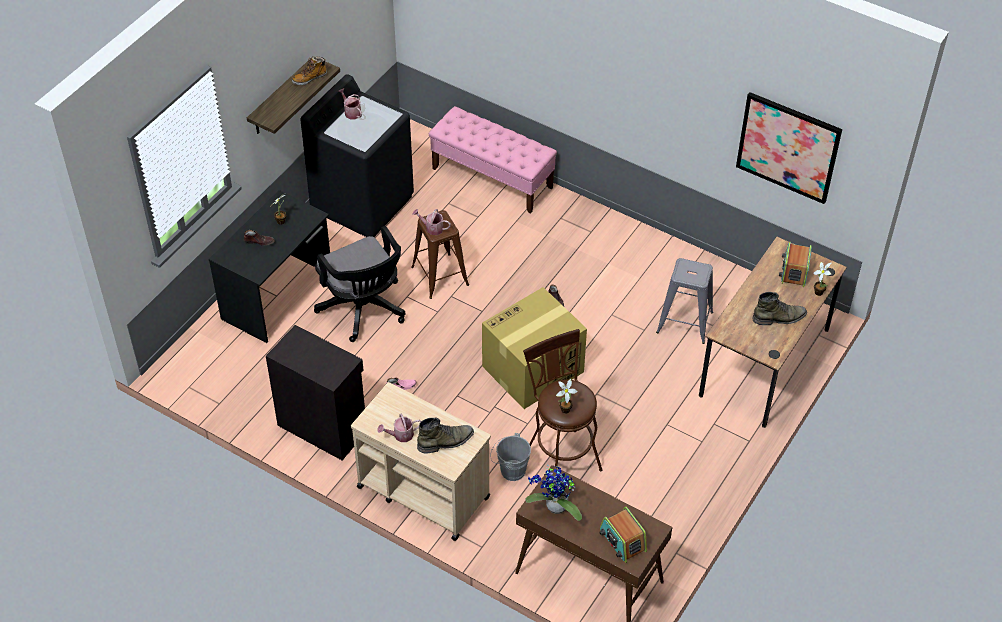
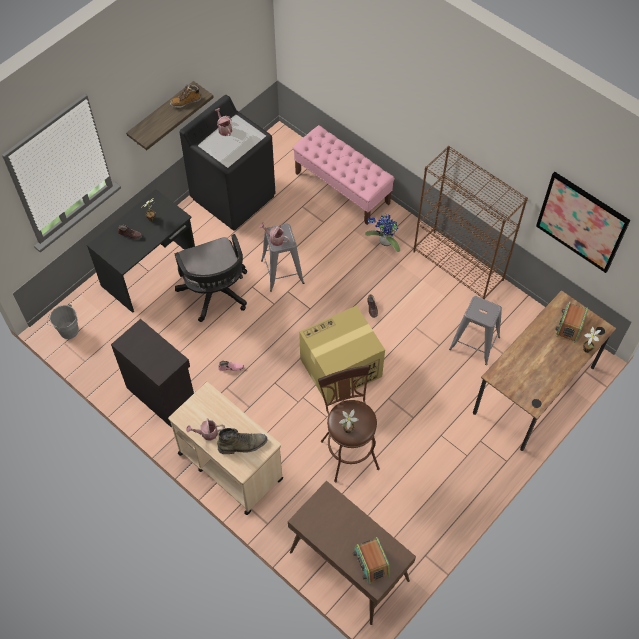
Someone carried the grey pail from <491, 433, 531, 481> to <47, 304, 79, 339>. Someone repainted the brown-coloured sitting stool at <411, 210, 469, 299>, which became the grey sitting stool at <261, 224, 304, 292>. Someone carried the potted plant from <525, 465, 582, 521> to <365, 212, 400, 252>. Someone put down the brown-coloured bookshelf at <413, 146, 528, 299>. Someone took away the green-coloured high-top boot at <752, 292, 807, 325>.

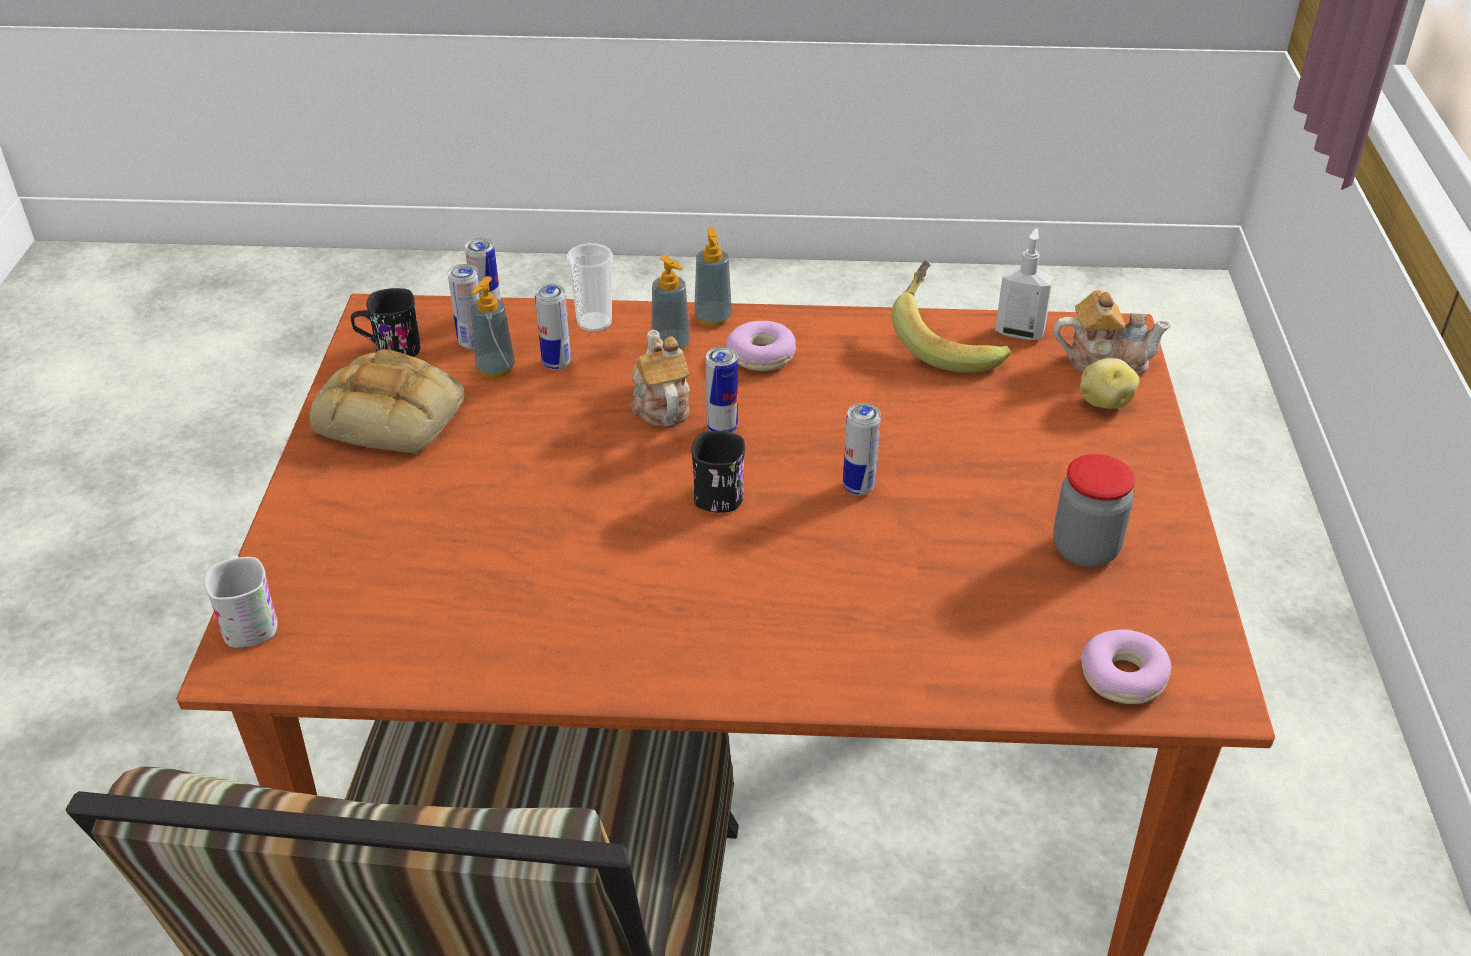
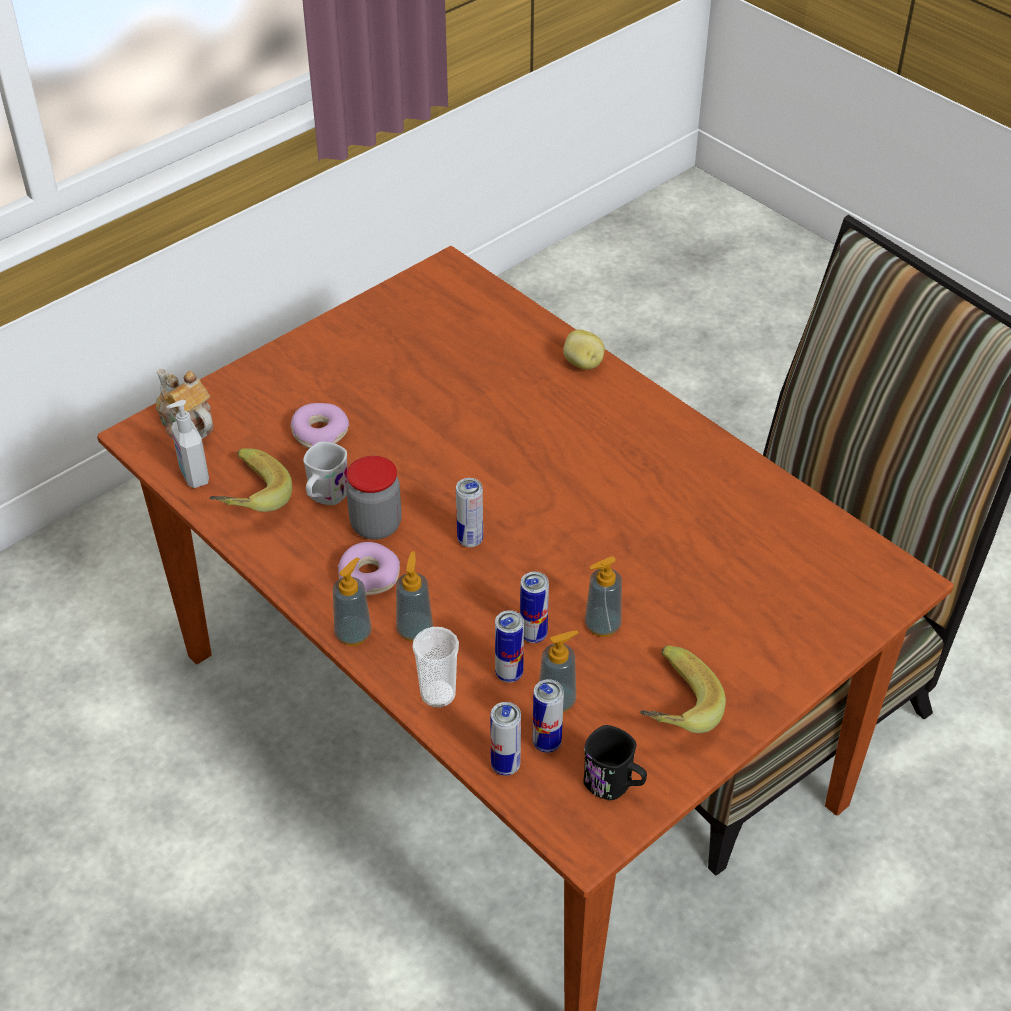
Someone carried the ring doughnut from <1080, 629, 1171, 704> to <290, 403, 349, 448>. Someone carried the white-coloured coffee mug from <204, 556, 277, 647> to <303, 442, 348, 505>. Someone carried the jar from <1053, 454, 1135, 567> to <346, 456, 402, 539>. Someone carried the metal can from <843, 403, 881, 495> to <520, 572, 549, 643>. Someone carried the whole potato from <1080, 358, 1139, 409> to <563, 330, 605, 370>. Someone put down the soap dispenser at <585, 556, 622, 637>. Someone swapped the bread at <309, 349, 465, 454> for the banana at <640, 646, 726, 733>. Someone took away the tea pot at <631, 329, 690, 426>. Someone took away the black coffee mug at <691, 430, 745, 513>.

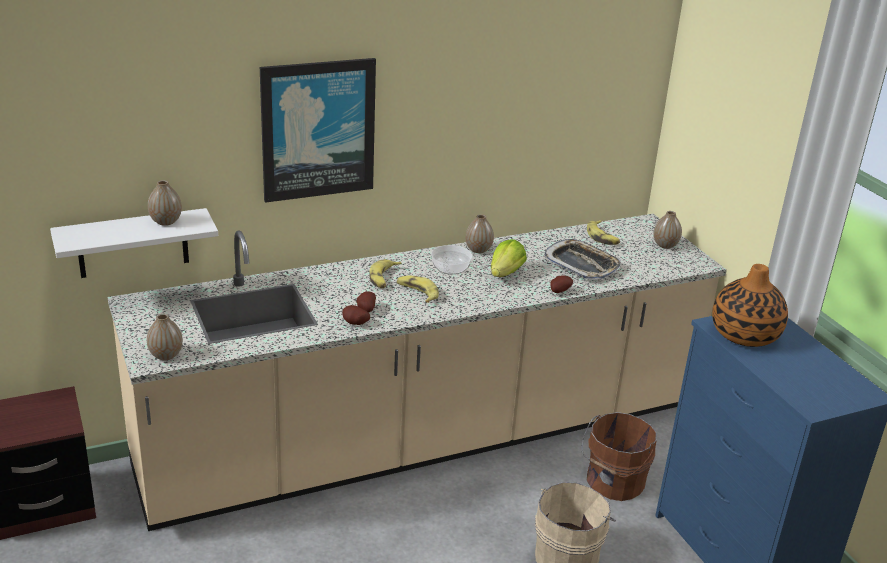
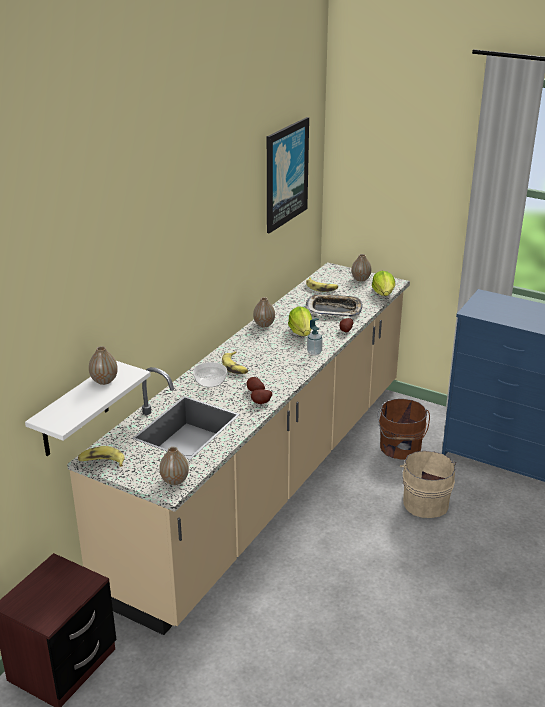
Someone carried the banana from <397, 276, 439, 303> to <78, 446, 125, 467>. Someone carried the serving bowl from <431, 245, 472, 274> to <193, 362, 227, 387>. Someone carried the wall art from <260, 58, 376, 203> to <267, 117, 309, 233>. Someone put down the soap dispenser at <307, 318, 323, 356>. Someone put down the head of lettuce at <372, 271, 395, 296>. Someone took away the flower vase at <712, 264, 788, 347>.

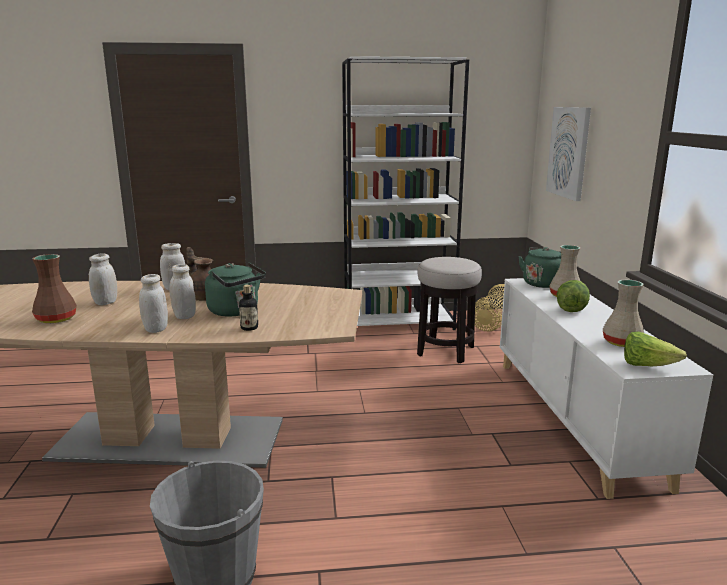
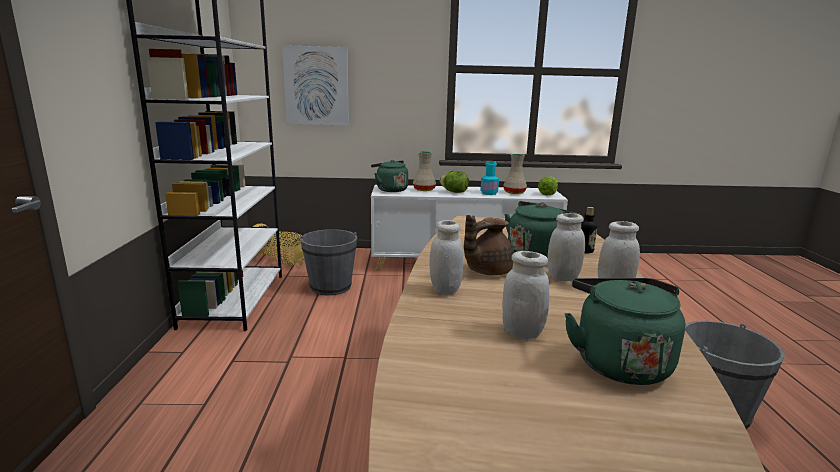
Someone swapped the sitting stool at <417, 257, 482, 363> for the grey pail at <300, 229, 357, 295>. Someone put down the turquoise-coloured drink bottle at <480, 161, 499, 195>. Someone swapped the brown-coloured flower vase at <32, 254, 77, 323> for the green-coloured water kettle at <565, 278, 685, 385>.

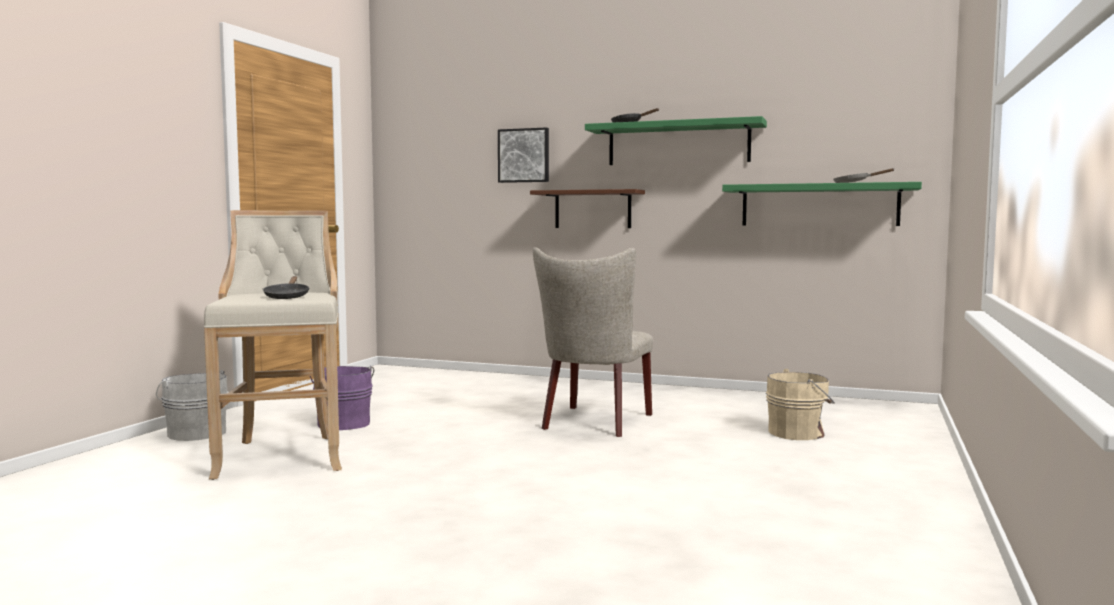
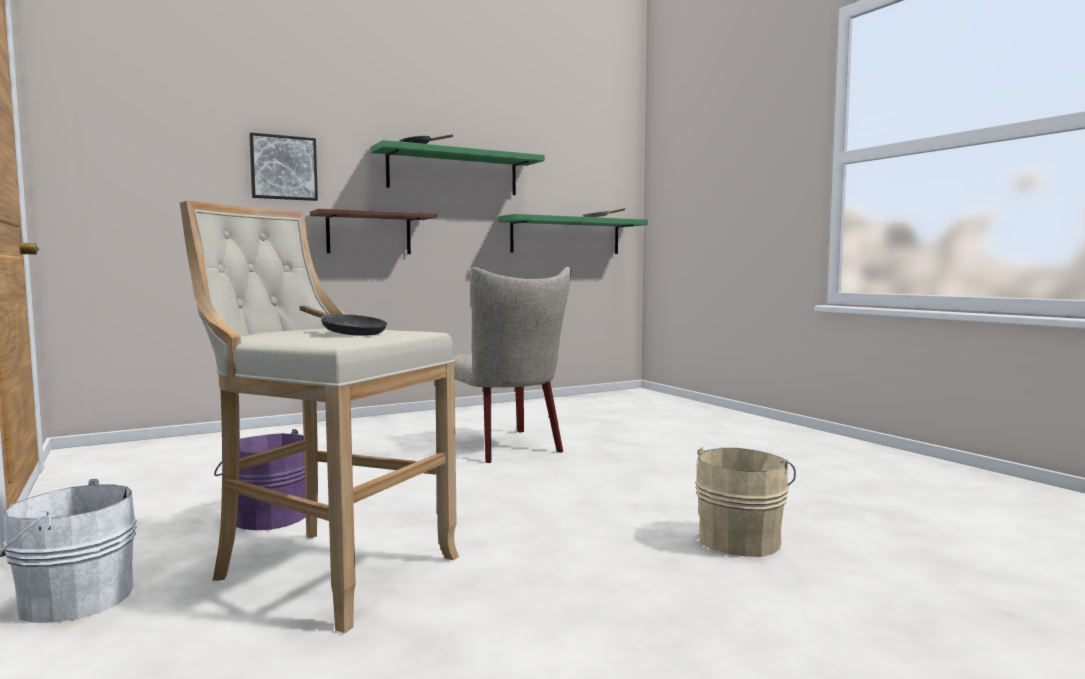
Someone carried the sand-coloured pail from <766, 369, 835, 440> to <695, 448, 796, 557>.

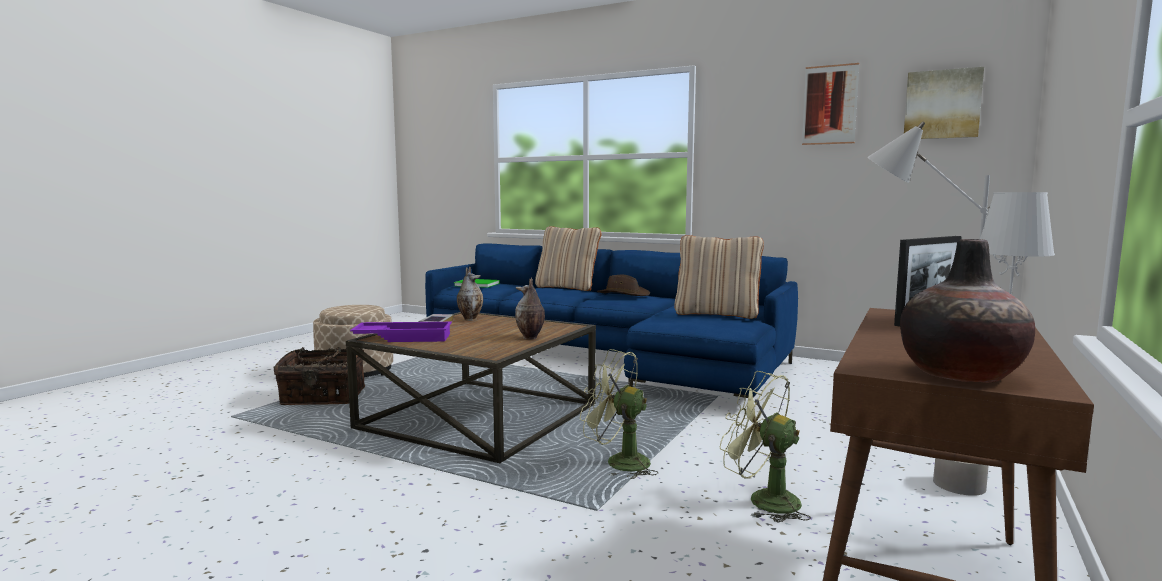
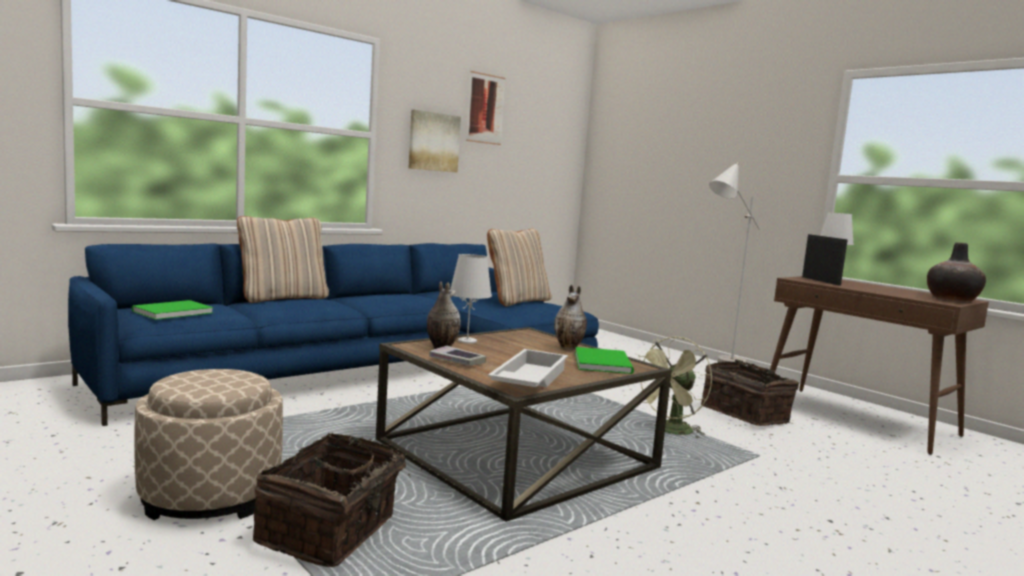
Someone carried the wall art from <904, 67, 984, 139> to <408, 110, 461, 172>. Someone put down the white-coloured lamp for a table at <450, 254, 492, 343>. Someone repainted the purple-coloured serving tray at <350, 322, 452, 342>, which became the white-coloured serving tray at <488, 349, 568, 387>. Someone put down the green-coloured volume at <575, 347, 634, 374>. Someone swapped the green-coloured electric fan at <720, 371, 811, 522> for the household basket at <701, 359, 799, 426>. Someone took away the brown-coloured wearable hat at <597, 275, 650, 296>.

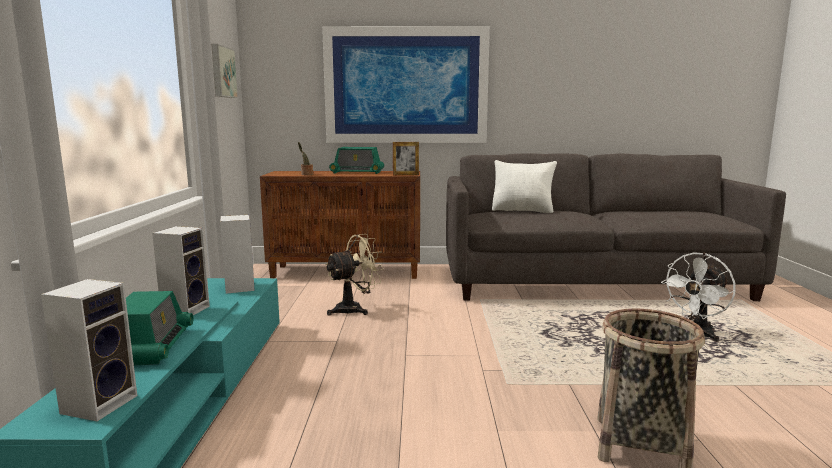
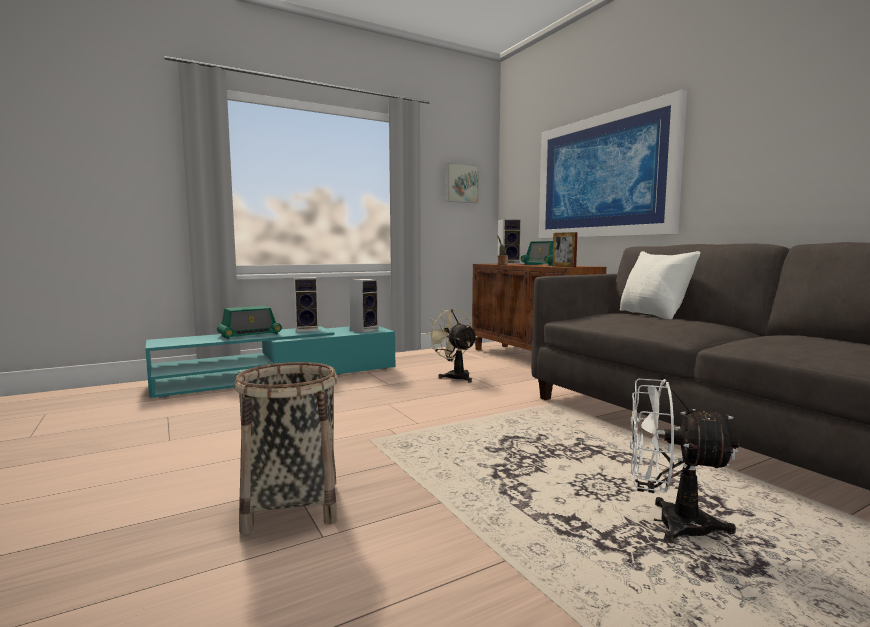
Someone rotated the sand-coloured electric fan at <325, 234, 384, 315> by 150 degrees counterclockwise. Someone carried the audio speaker from <41, 279, 137, 421> to <498, 219, 521, 264>.

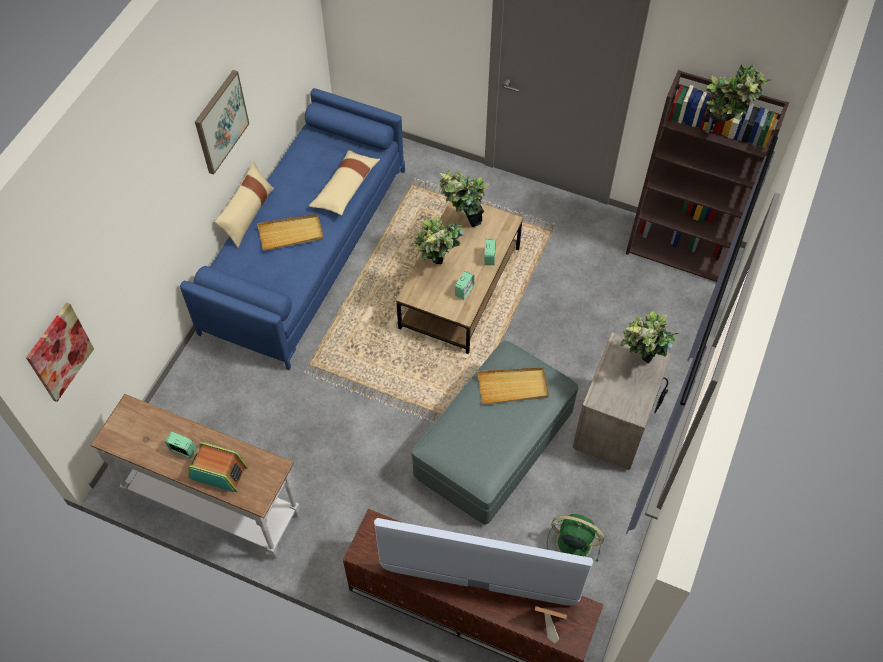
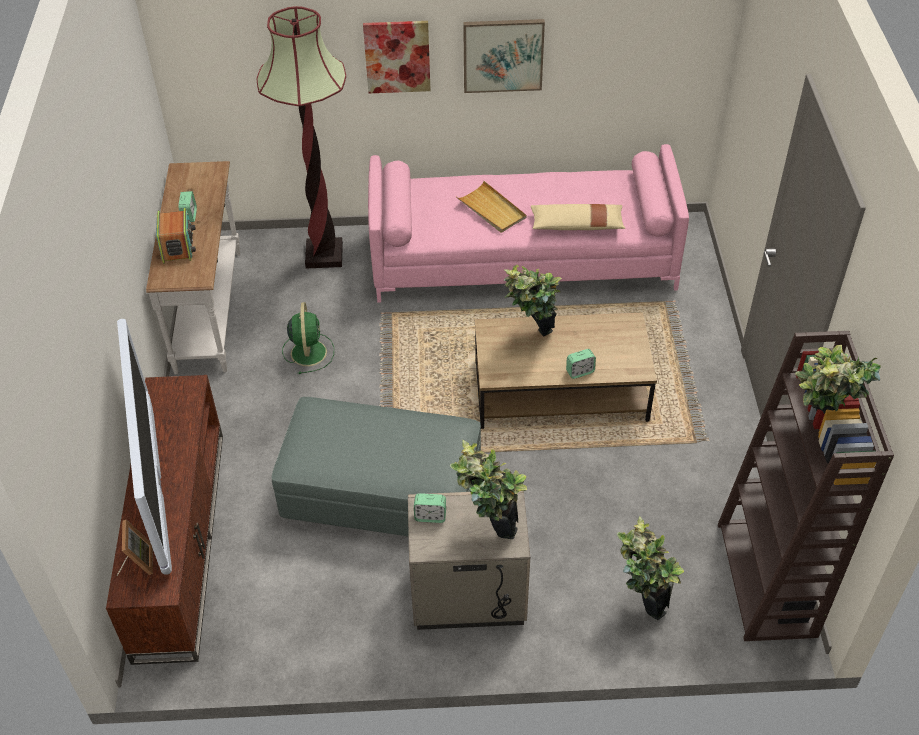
Someone put down the standard lamp at <256, 6, 346, 268>. Someone carried the green-coloured electric fan from <547, 514, 604, 562> to <282, 302, 334, 374>. Someone carried the wall art from <26, 302, 94, 402> to <363, 21, 431, 93>. Someone repainted the bluish settee at <180, 88, 405, 370>, which became the pink-coloured settee at <368, 144, 689, 303>. Someone carried the table clock from <455, 271, 474, 299> to <414, 493, 446, 523>. Someone carried the potted plant from <439, 170, 489, 227> to <617, 517, 684, 620>. Someone took away the sand-coloured pillow at <215, 161, 274, 248>. Someone took away the sand-coloured serving tray at <478, 367, 549, 404>.

